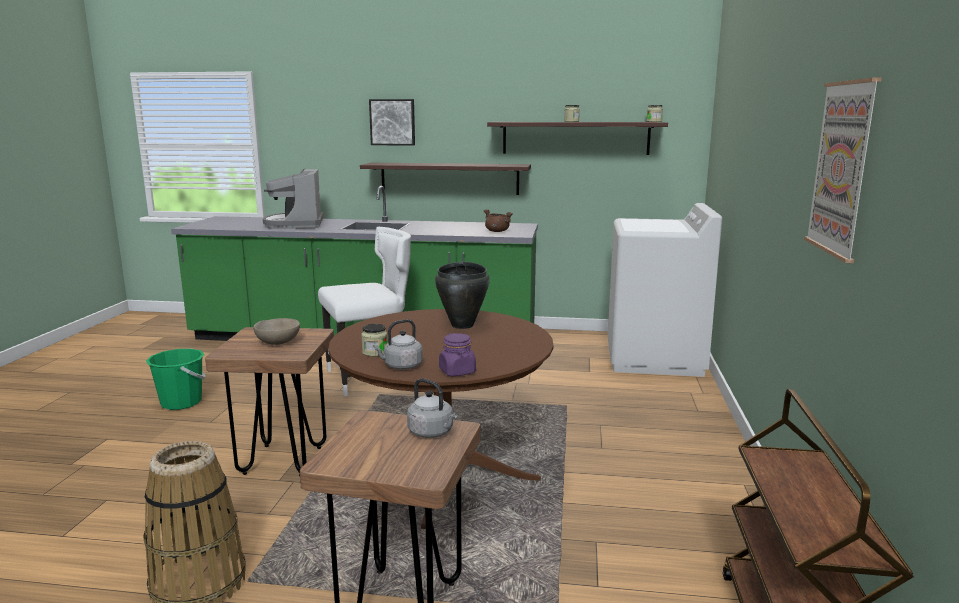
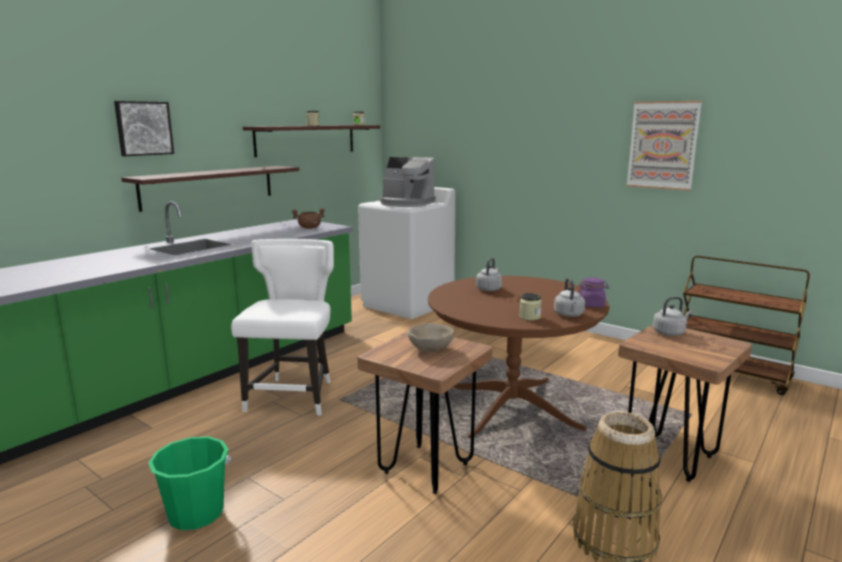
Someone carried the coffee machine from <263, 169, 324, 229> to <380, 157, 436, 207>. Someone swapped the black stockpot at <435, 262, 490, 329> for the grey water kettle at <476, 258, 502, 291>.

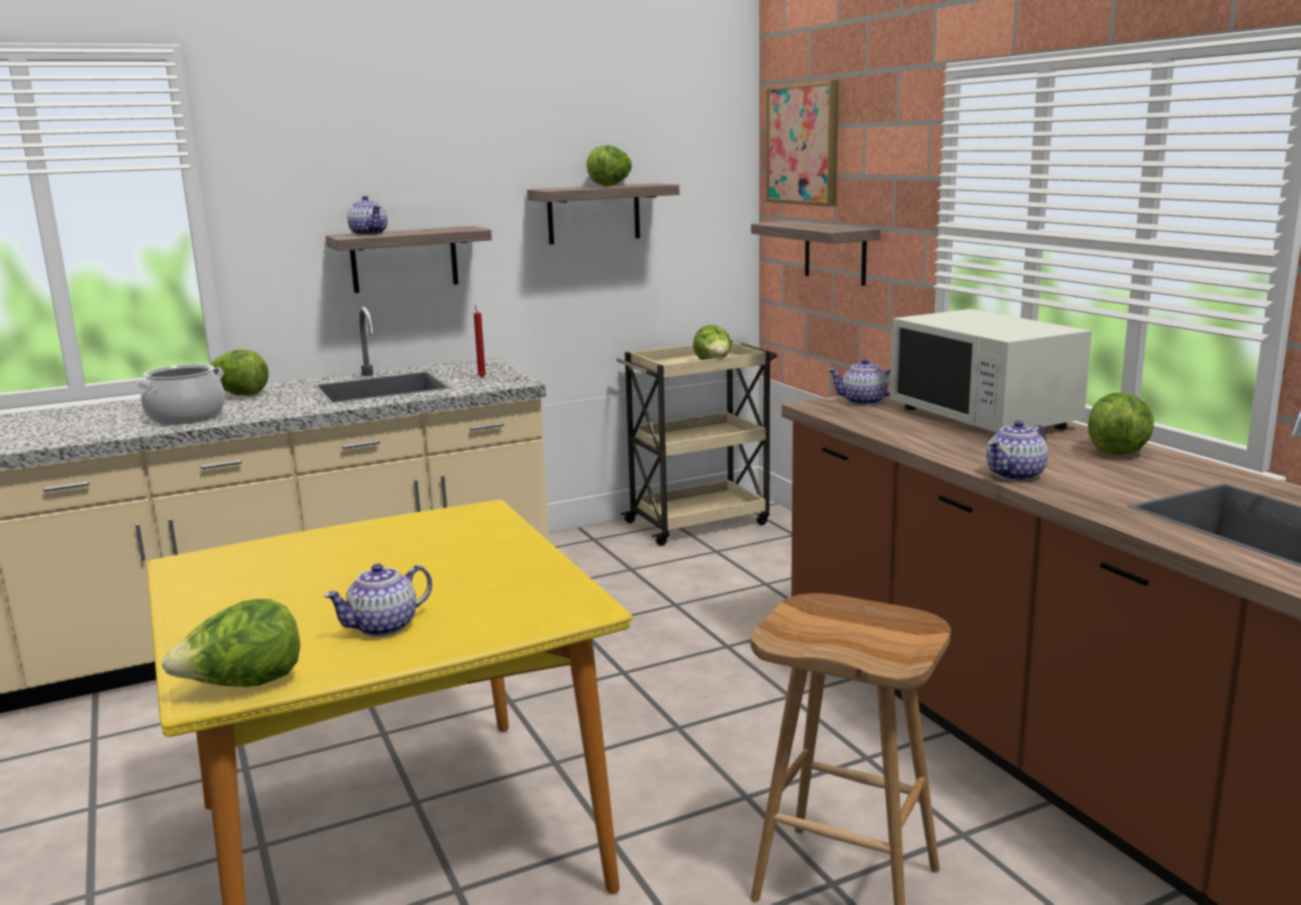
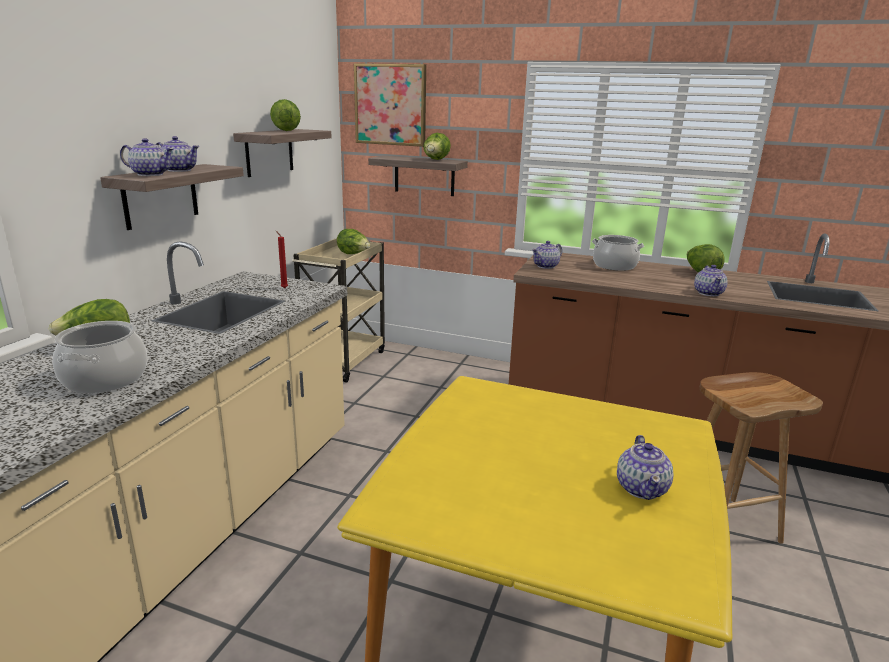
Someone put down the tea pot at <156, 136, 199, 172>. Someone carried the head of lettuce from <162, 599, 300, 687> to <423, 133, 451, 160>. Someone swapped the white-coloured microwave oven at <890, 309, 1092, 433> for the stockpot at <592, 235, 644, 271>.

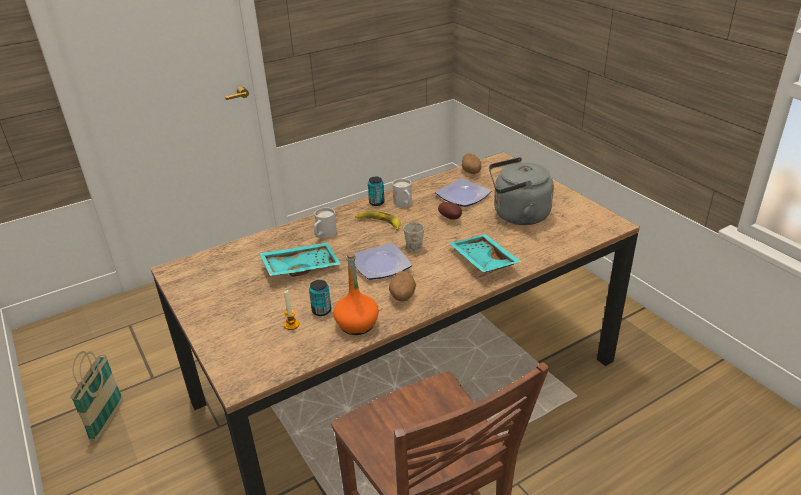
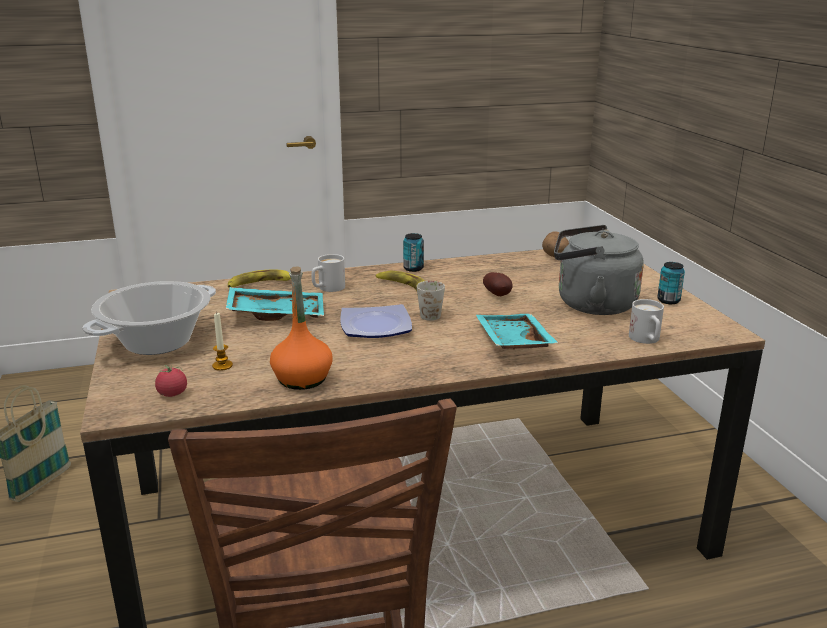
Someone put down the stockpot at <82, 281, 216, 355>. Someone put down the whole tomato at <155, 365, 187, 397>. Someone put down the banana at <228, 269, 291, 288>. Someone carried the white-coloured coffee mug from <392, 179, 412, 207> to <629, 299, 664, 344>. Someone carried the metal can from <309, 280, 331, 316> to <657, 262, 685, 304>. Someone took away the whole potato at <389, 271, 416, 301>. Someone took away the flat dish at <435, 178, 492, 207>.

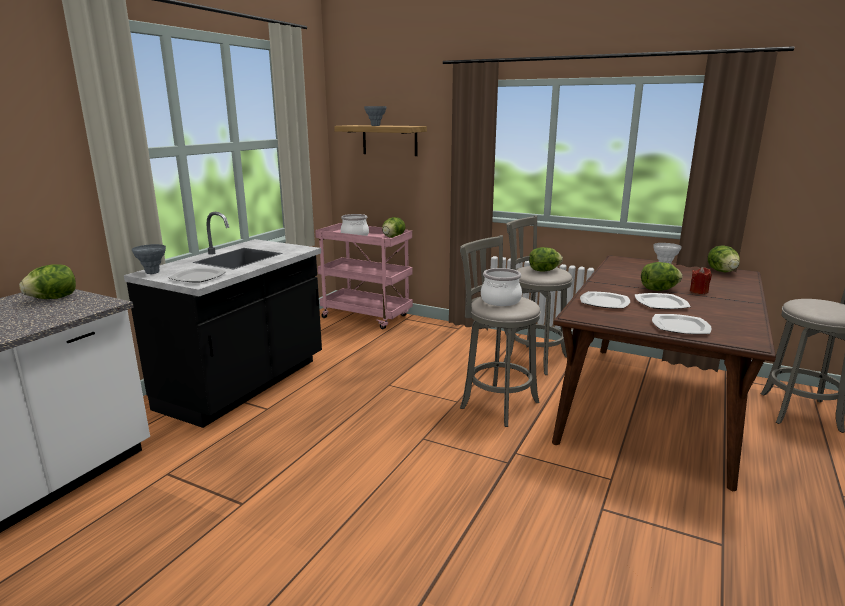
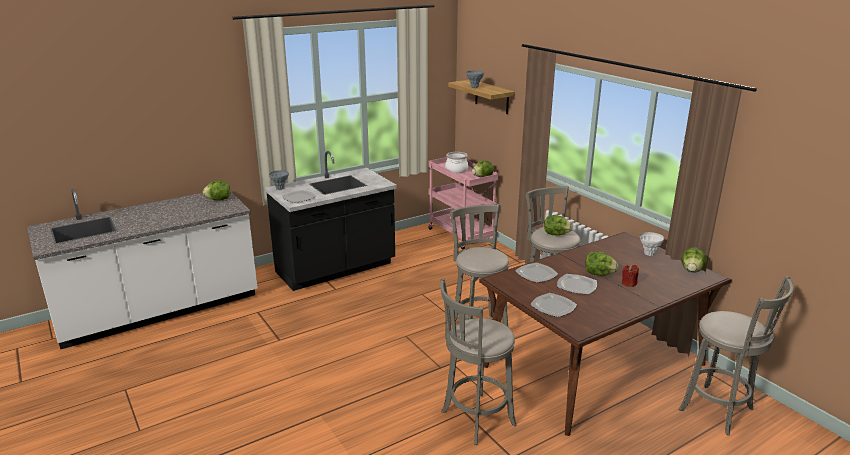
Someone put down the grey sitting stool at <440, 278, 517, 445>. Someone took away the stockpot at <481, 268, 522, 306>.

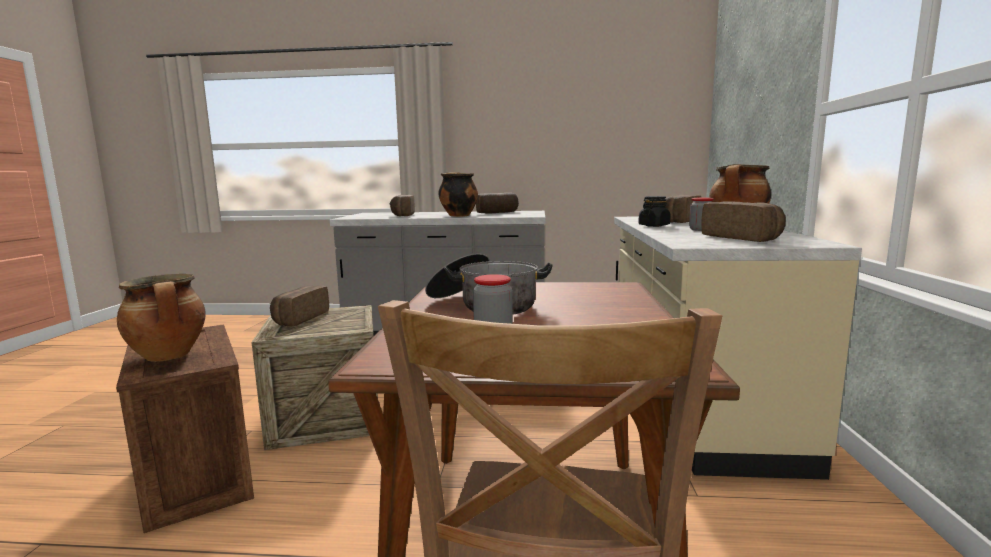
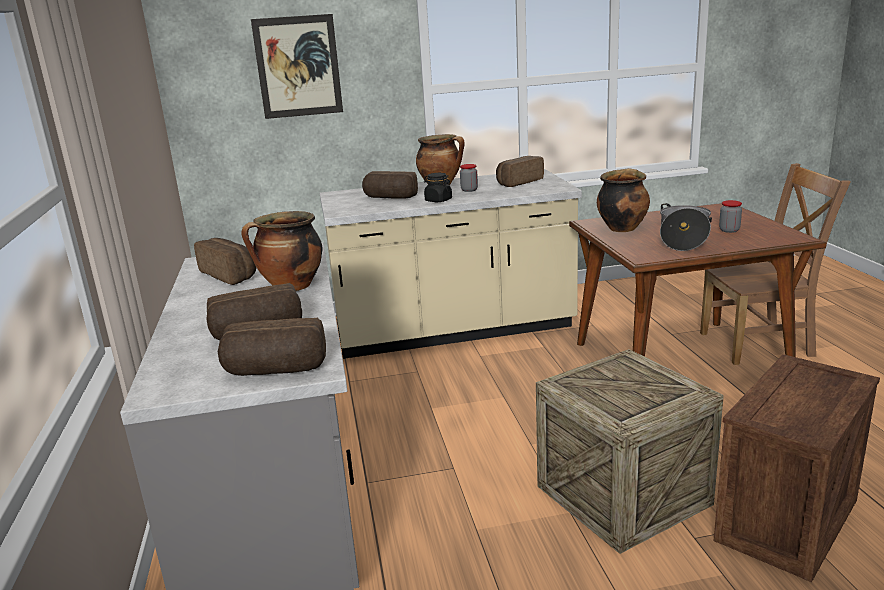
Someone carried the bread from <270, 285, 329, 326> to <218, 318, 326, 376>. Someone put up the wall art at <251, 14, 343, 119>. Someone carried the stockpot from <117, 274, 206, 362> to <597, 168, 650, 232>.

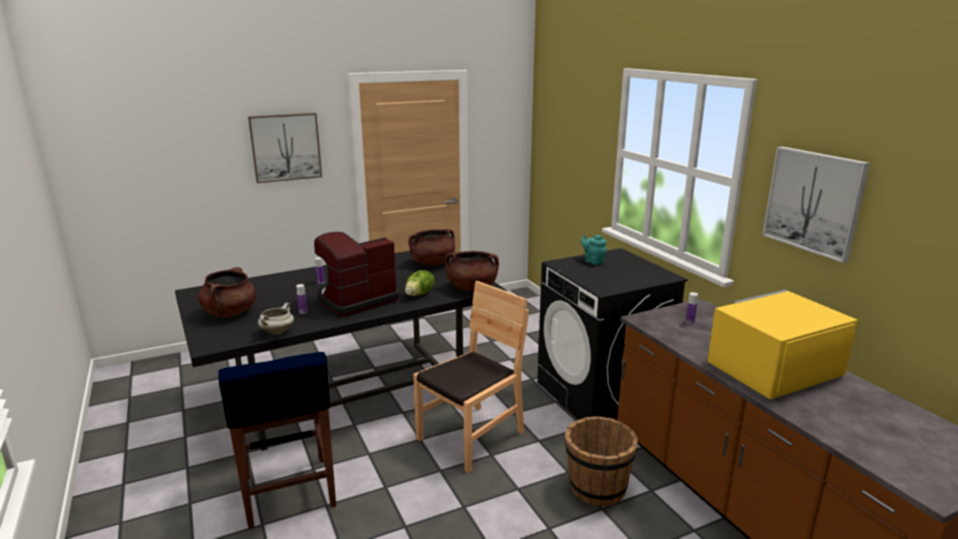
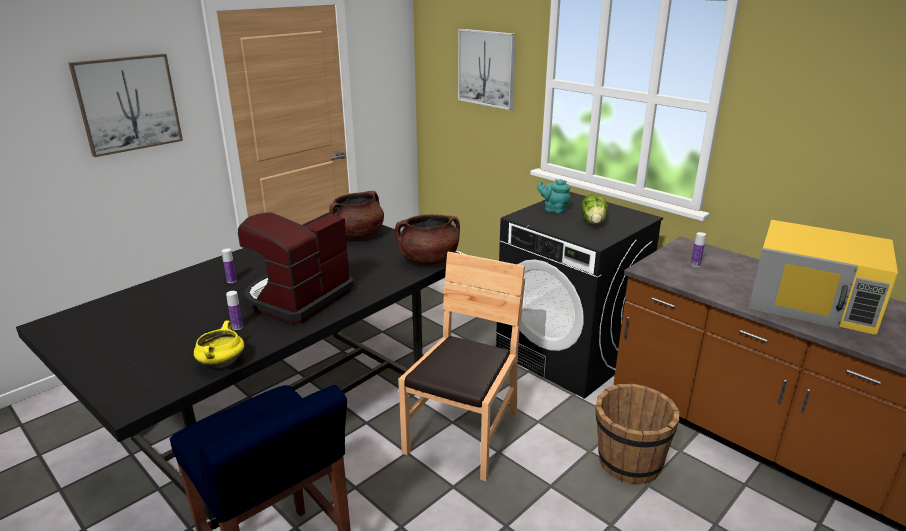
Someone repainted the white-coloured stockpot at <258, 303, 294, 334>, which became the yellow-coloured stockpot at <194, 321, 244, 368>. Someone carried the wall art from <762, 146, 870, 263> to <458, 29, 516, 110>. Someone carried the head of lettuce from <405, 270, 435, 296> to <581, 194, 608, 224>. Someone rotated the yellow-coloured microwave oven at <707, 290, 858, 400> by 105 degrees counterclockwise. Someone took away the brown-coloured stockpot at <198, 267, 256, 317>.

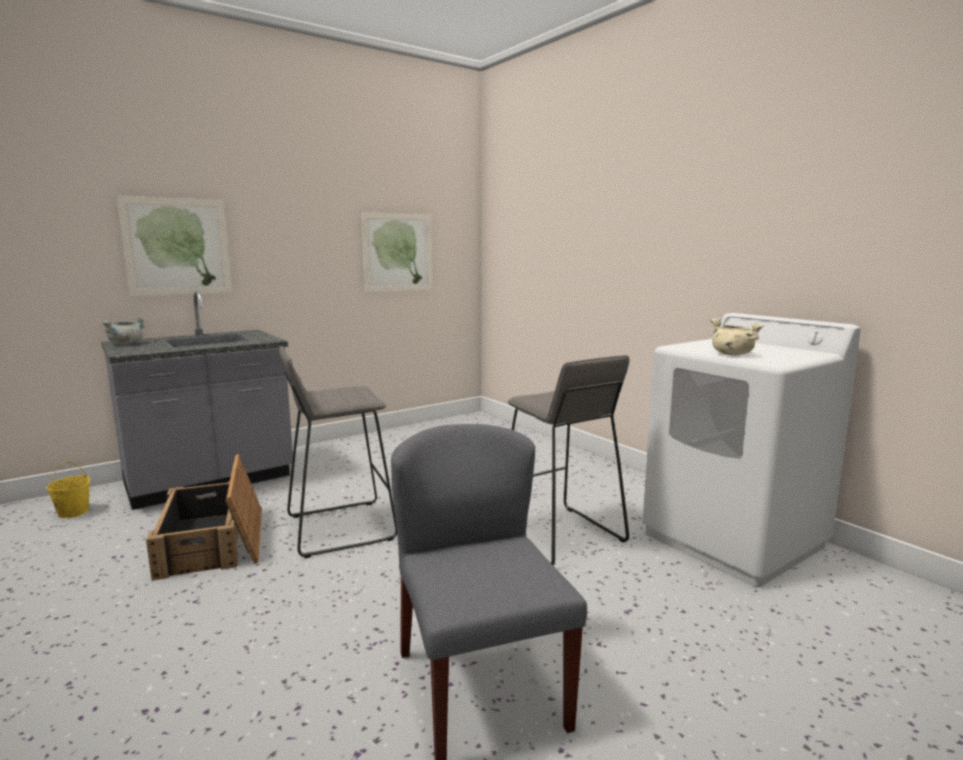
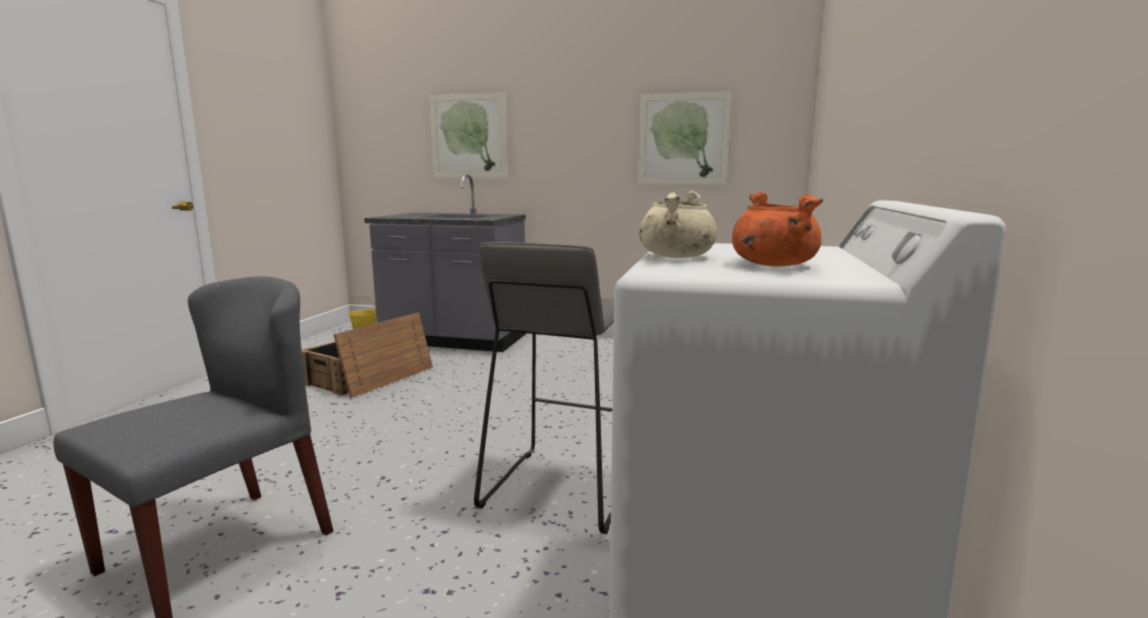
Someone put down the orange-coloured stockpot at <732, 192, 823, 266>. Someone took away the grey stockpot at <102, 317, 146, 345>. Someone took away the grey sitting stool at <279, 346, 397, 558>.

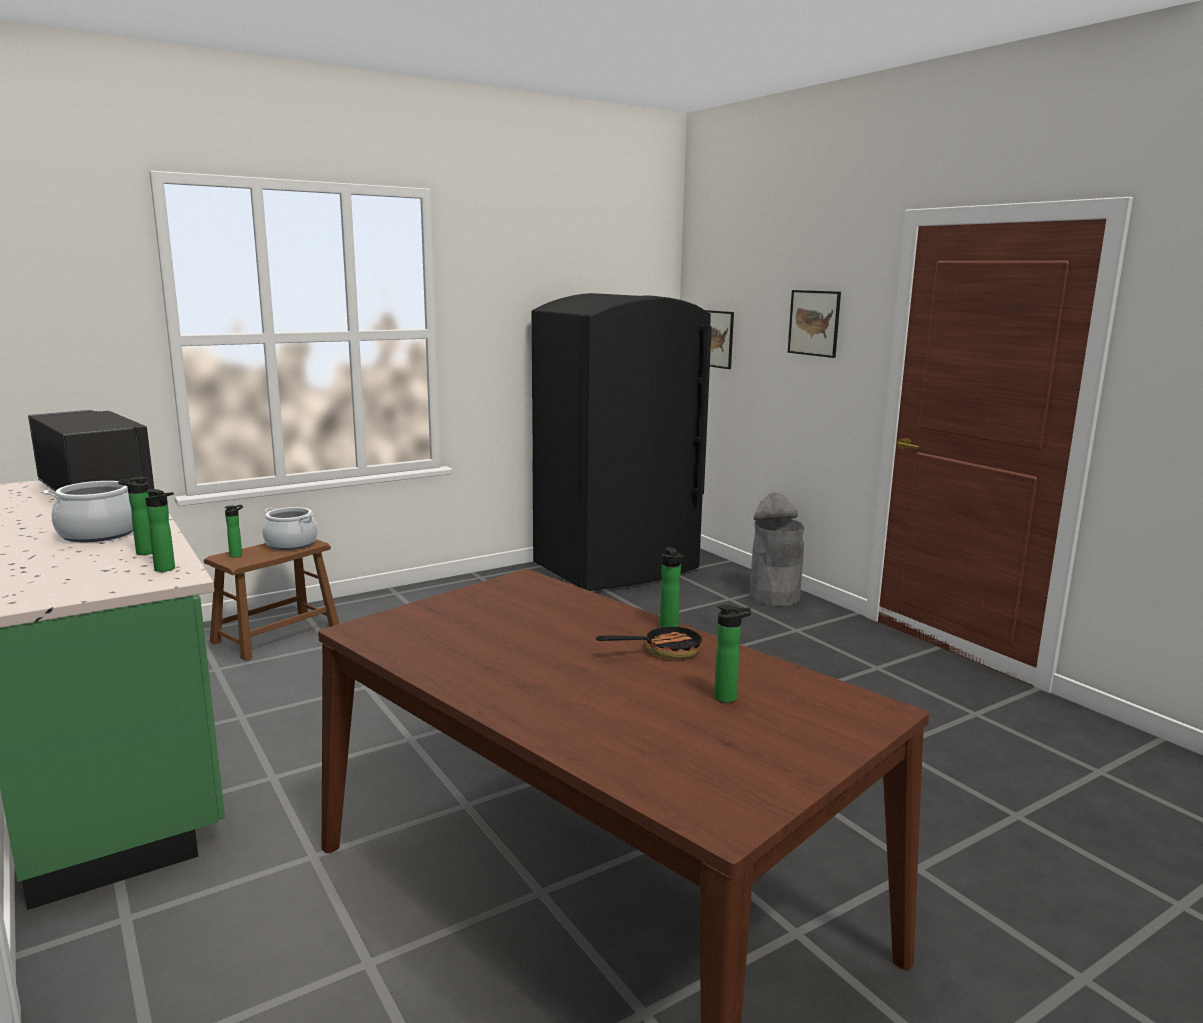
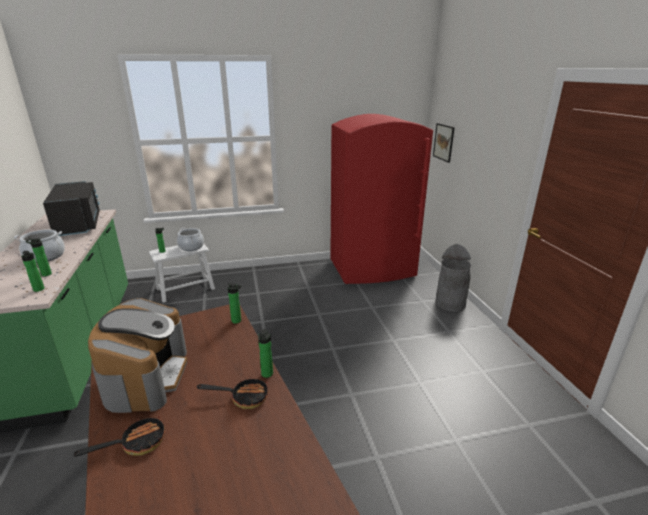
Someone put down the skillet at <73, 413, 165, 457>. Someone put down the coffee machine at <88, 298, 187, 413>. Someone repainted the brown-coloured sitting stool at <203, 539, 339, 661>, which became the white-coloured sitting stool at <149, 244, 215, 303>. Someone carried the drink bottle from <714, 605, 751, 703> to <228, 283, 242, 324>. Someone repainted the black kitchen fridge at <532, 293, 712, 591>, which became the red-coloured kitchen fridge at <330, 114, 433, 284>. Someone took away the wall art at <788, 290, 841, 358>.

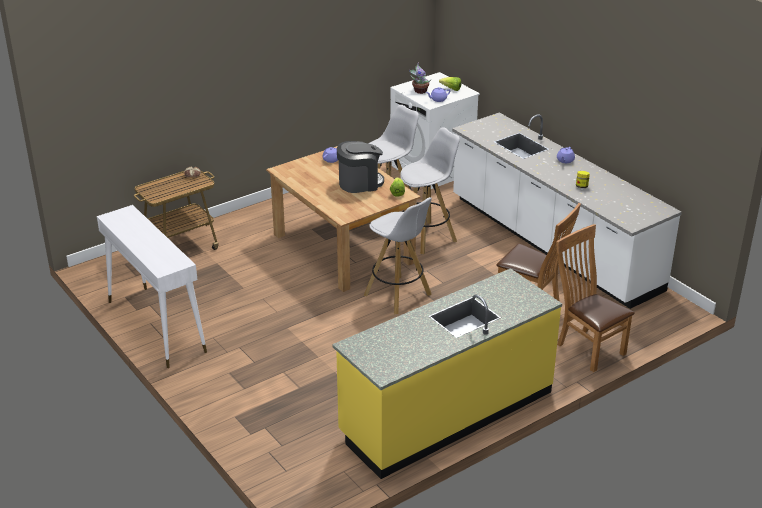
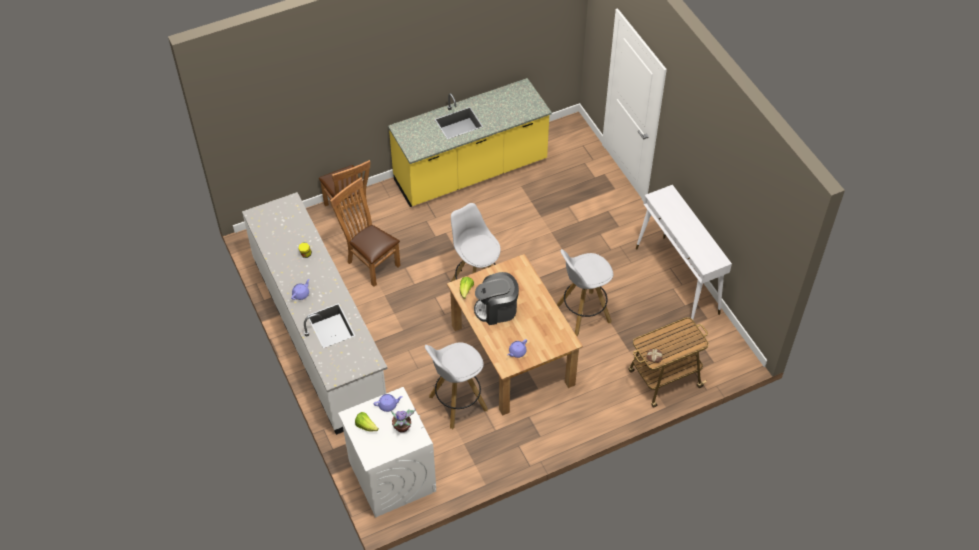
Someone carried the white-coloured sitting stool from <400, 127, 460, 255> to <557, 249, 613, 336>.

